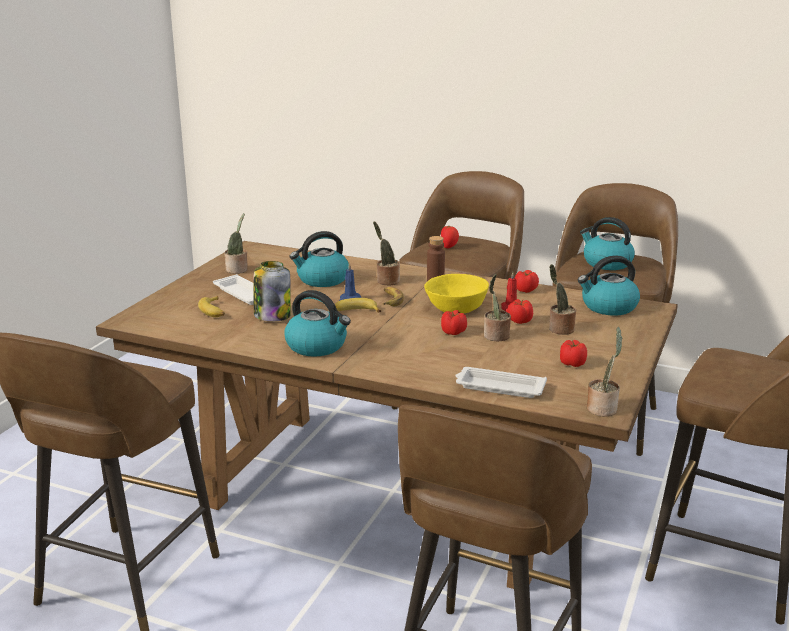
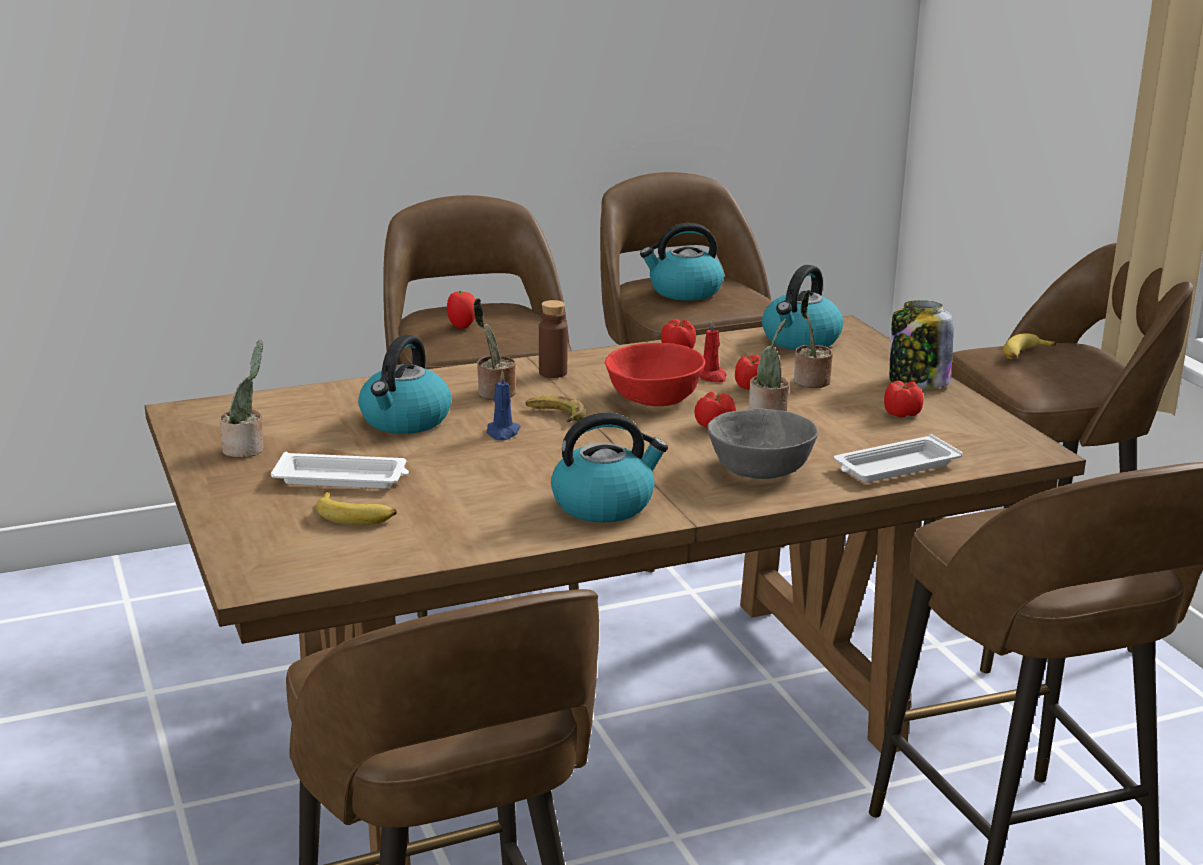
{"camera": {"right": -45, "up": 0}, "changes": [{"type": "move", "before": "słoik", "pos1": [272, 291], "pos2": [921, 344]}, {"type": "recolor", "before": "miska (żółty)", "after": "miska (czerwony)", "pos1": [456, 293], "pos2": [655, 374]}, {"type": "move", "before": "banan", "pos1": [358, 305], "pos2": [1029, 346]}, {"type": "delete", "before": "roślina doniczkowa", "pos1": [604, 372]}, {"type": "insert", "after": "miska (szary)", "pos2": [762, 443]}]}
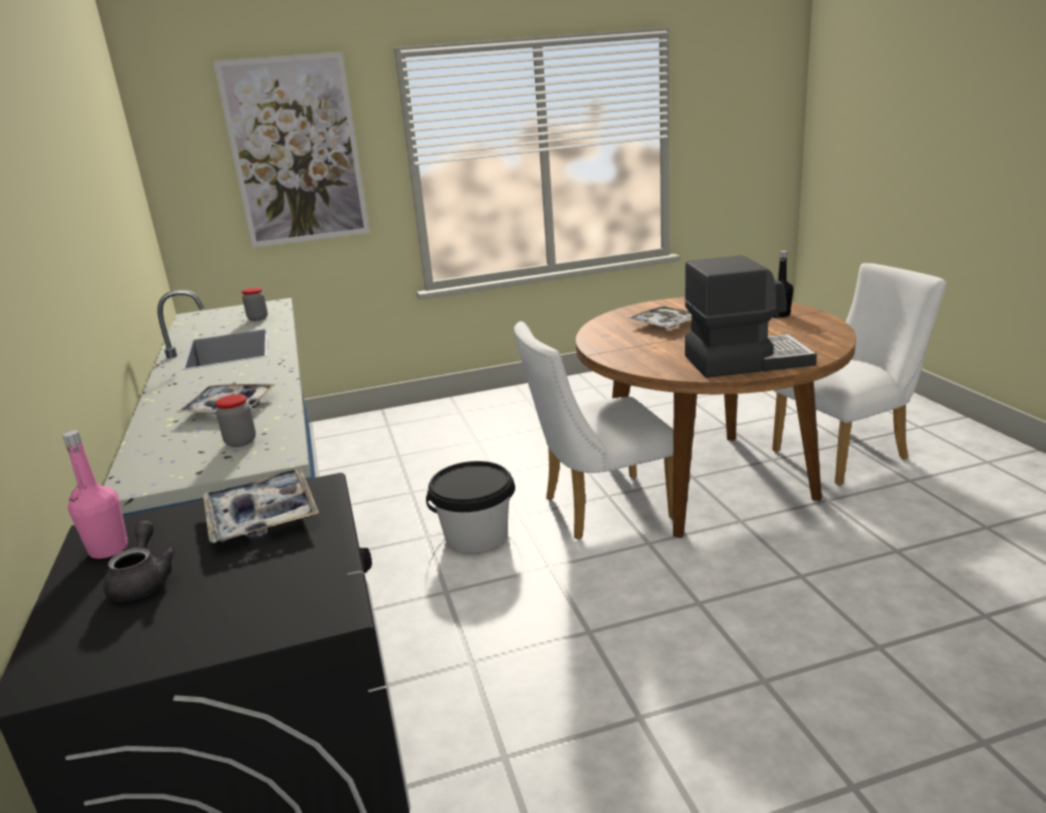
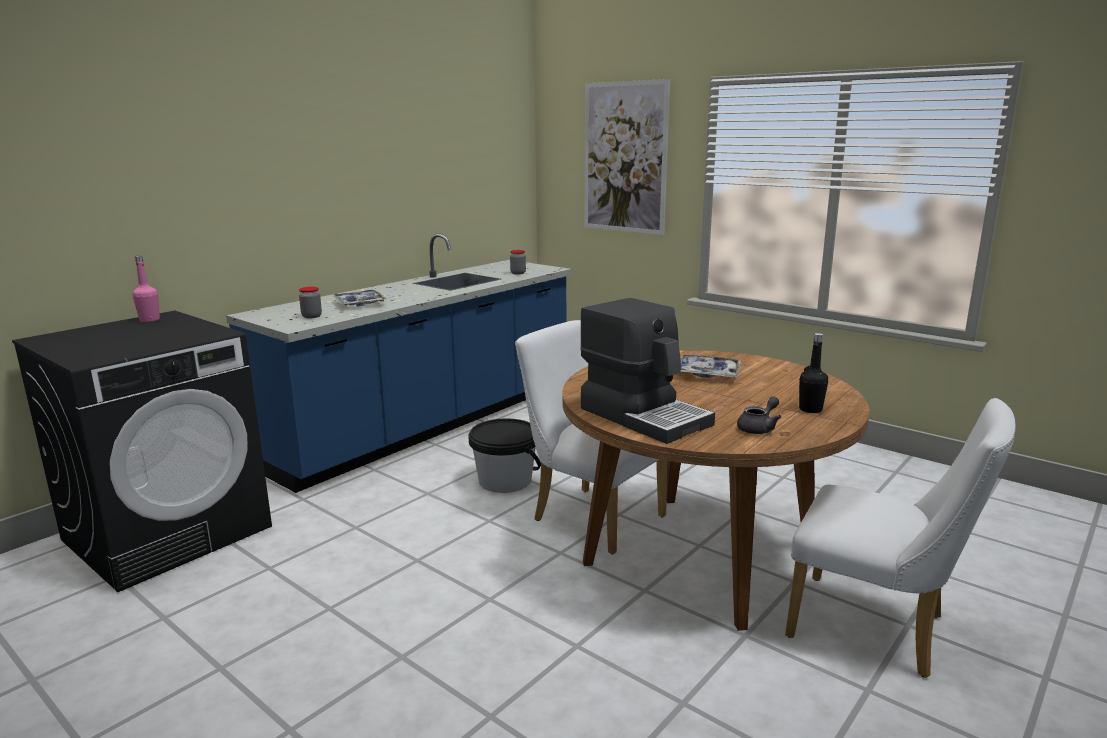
{"camera": {"right": 55, "up": -5}, "changes": [{"type": "delete", "before": "taca", "pos1": [261, 506]}, {"type": "move", "before": "imbryk (szary)", "pos1": [140, 561], "pos2": [759, 415]}]}
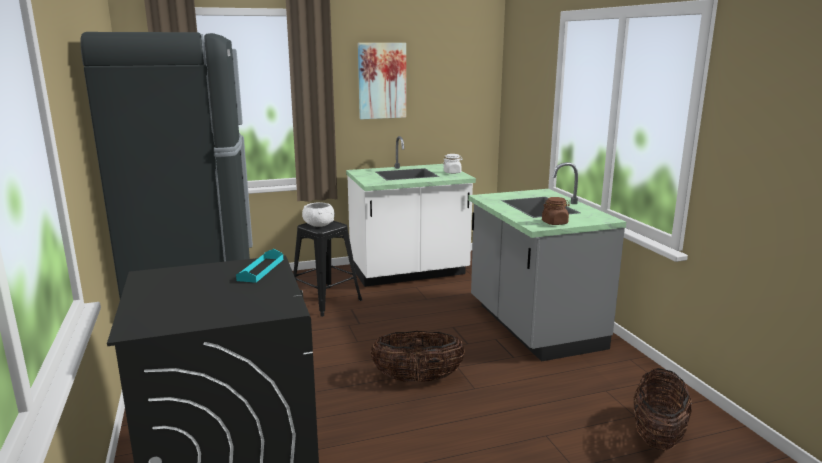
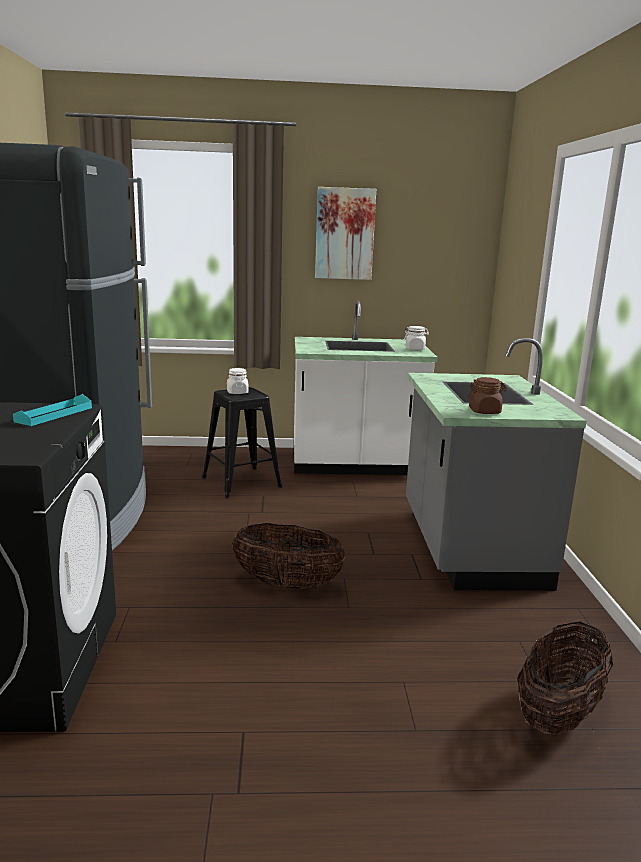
{"camera": {"right": 15, "up": 0}, "changes": [{"type": "replace", "before": "miska (biały)", "after": "słoik (biały)", "pos1": [318, 214], "pos2": [238, 381]}]}
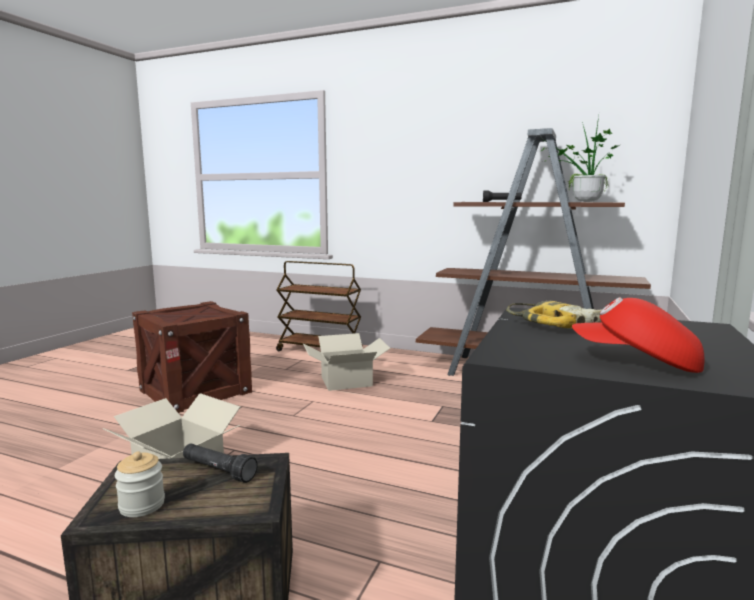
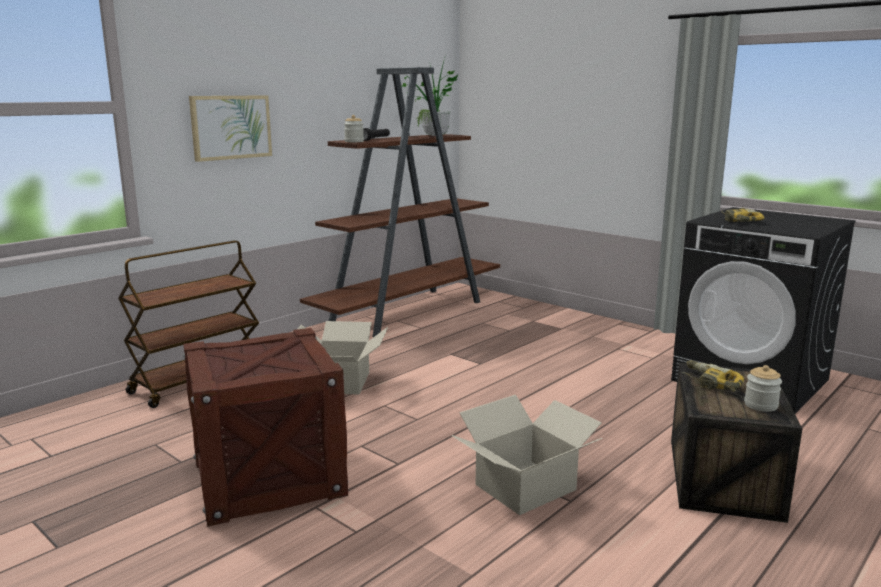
{"camera": {"right": -70, "up": 5}, "changes": [{"type": "delete", "before": "czapka z daszkiem (czerwony)", "pos1": [638, 335]}, {"type": "replace", "before": "latarka (czarny)", "after": "wiertarka", "pos1": [220, 463], "pos2": [713, 376]}, {"type": "insert", "after": "obraz", "pos2": [230, 128]}, {"type": "insert", "after": "słoik", "pos2": [354, 128]}]}
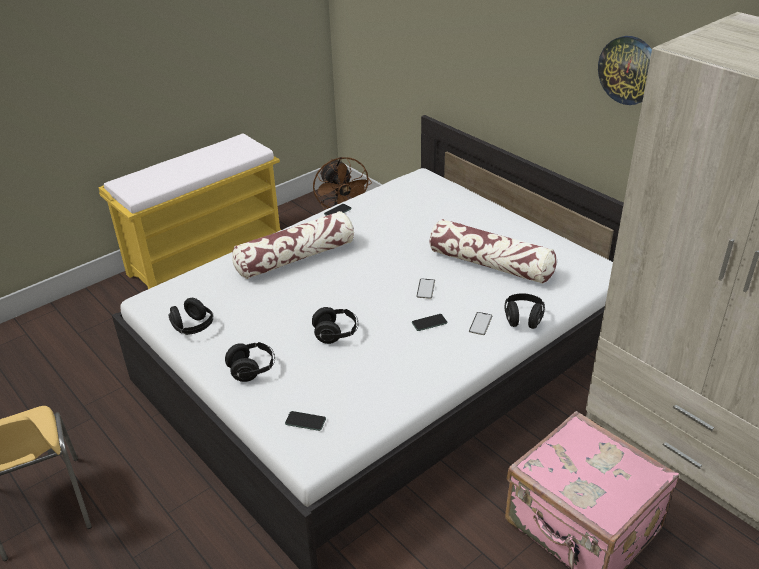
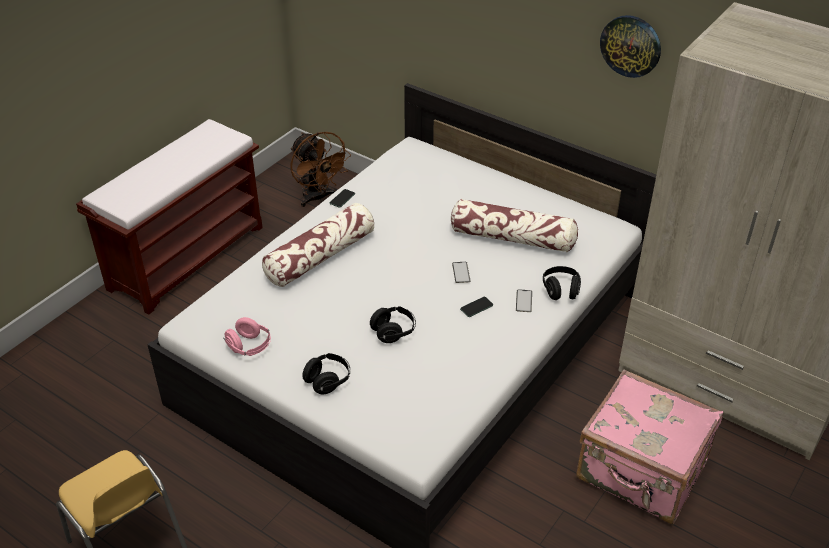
{"camera": {"right": -15, "up": 5}, "changes": [{"type": "recolor", "before": "ławka (żółty)", "after": "ławka (brązowy)", "pos1": [189, 211], "pos2": [169, 217]}, {"type": "recolor", "before": "słuchawki (czarny)", "after": "słuchawki (różowy)", "pos1": [191, 316], "pos2": [247, 336]}, {"type": "delete", "before": "telefon", "pos1": [305, 421]}]}
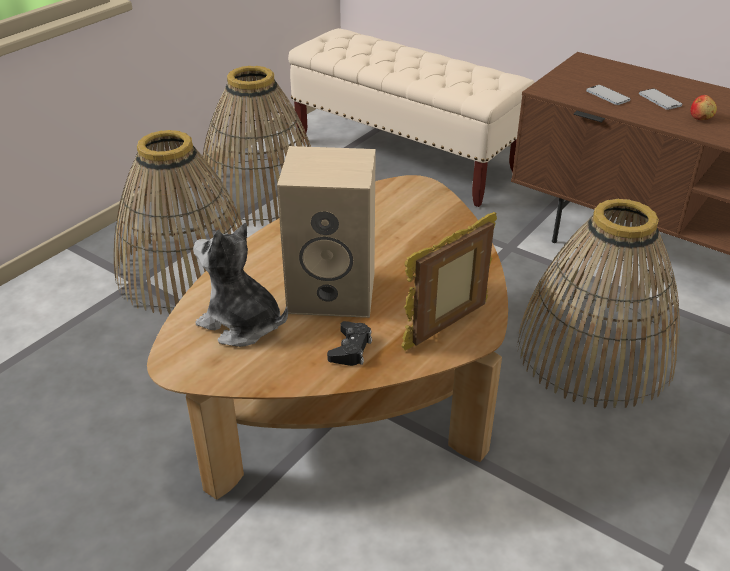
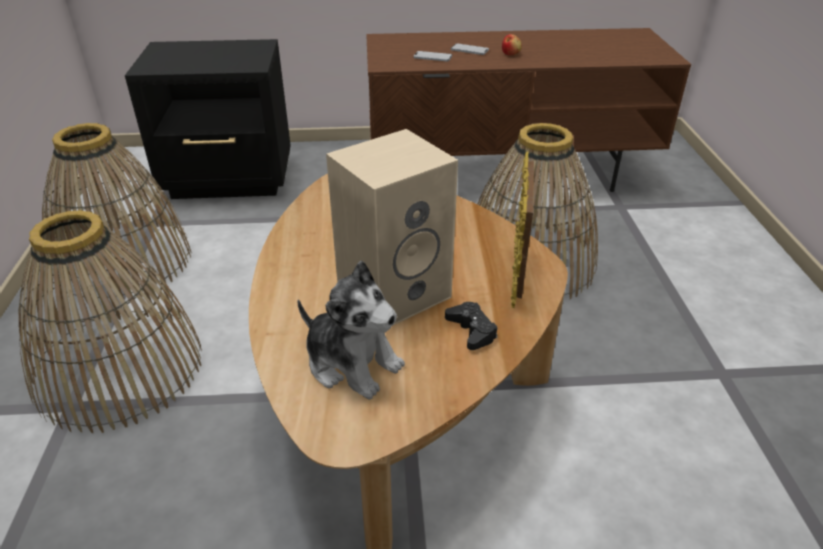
{"camera": {"right": -40, "up": 0}, "changes": [{"type": "replace", "before": "ławka (beżowy)", "after": "szafka nocna (czarny)", "pos1": [411, 117], "pos2": [208, 119]}, {"type": "rotate", "before": "pluszak", "pos1": [240, 285], "pos2": [351, 330], "turn": -135}]}
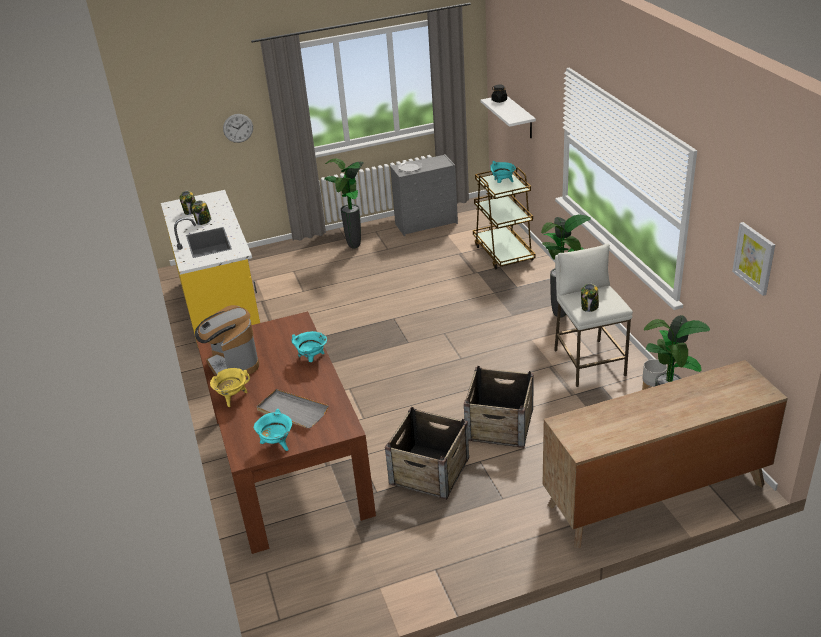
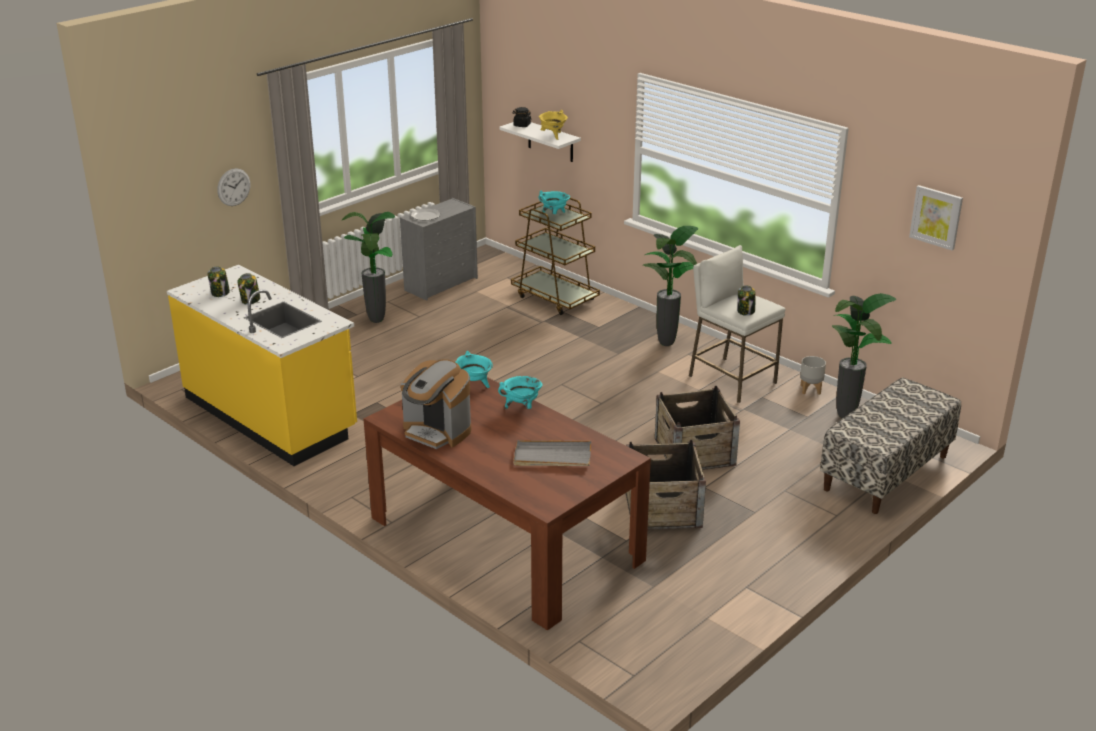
{"camera": {"right": -30, "up": -5}, "changes": [{"type": "replace", "before": "komoda (brązowy)", "after": "ławka", "pos1": [665, 454], "pos2": [890, 445]}, {"type": "move", "before": "garnek (żółty)", "pos1": [230, 387], "pos2": [553, 125]}, {"type": "move", "before": "garnek (turkusowy)", "pos1": [273, 430], "pos2": [474, 369]}]}
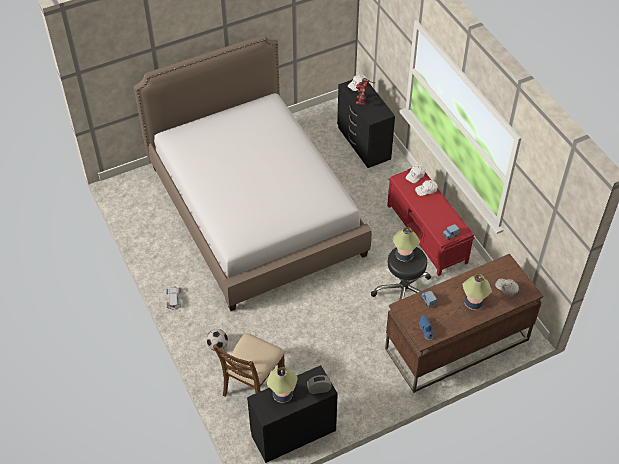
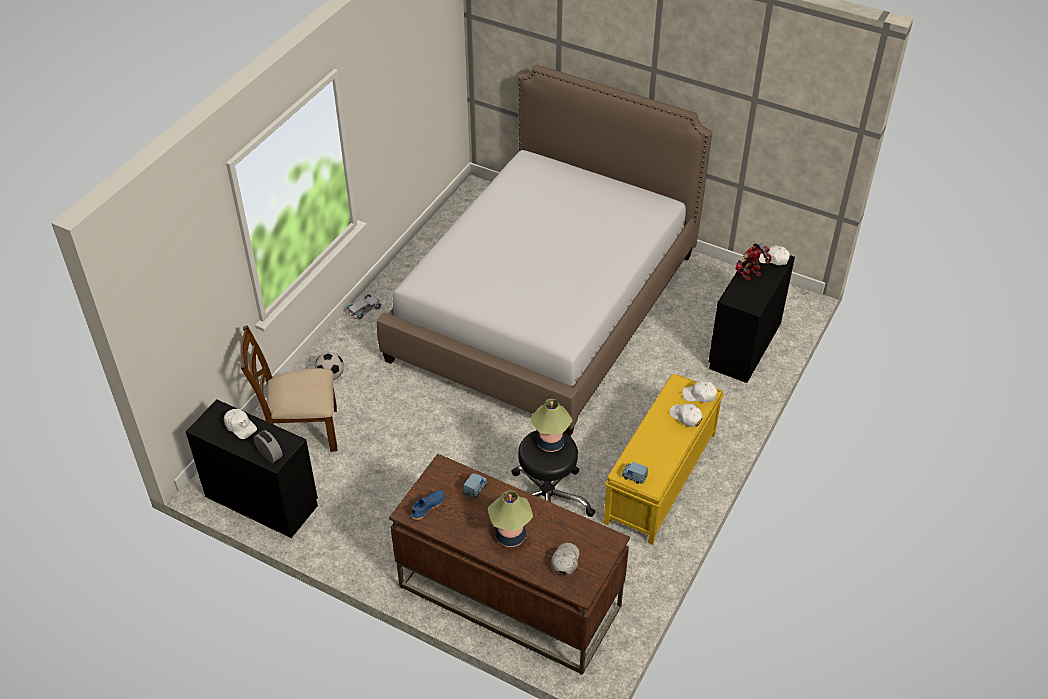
{"camera": {"right": 55, "up": -5}, "changes": [{"type": "recolor", "before": "ławka (czerwony)", "after": "ławka (żółty)", "pos1": [431, 222], "pos2": [663, 459]}, {"type": "replace", "before": "lampa stołowa", "after": "czapka z daszkiem (biały)", "pos1": [282, 385], "pos2": [240, 424]}]}
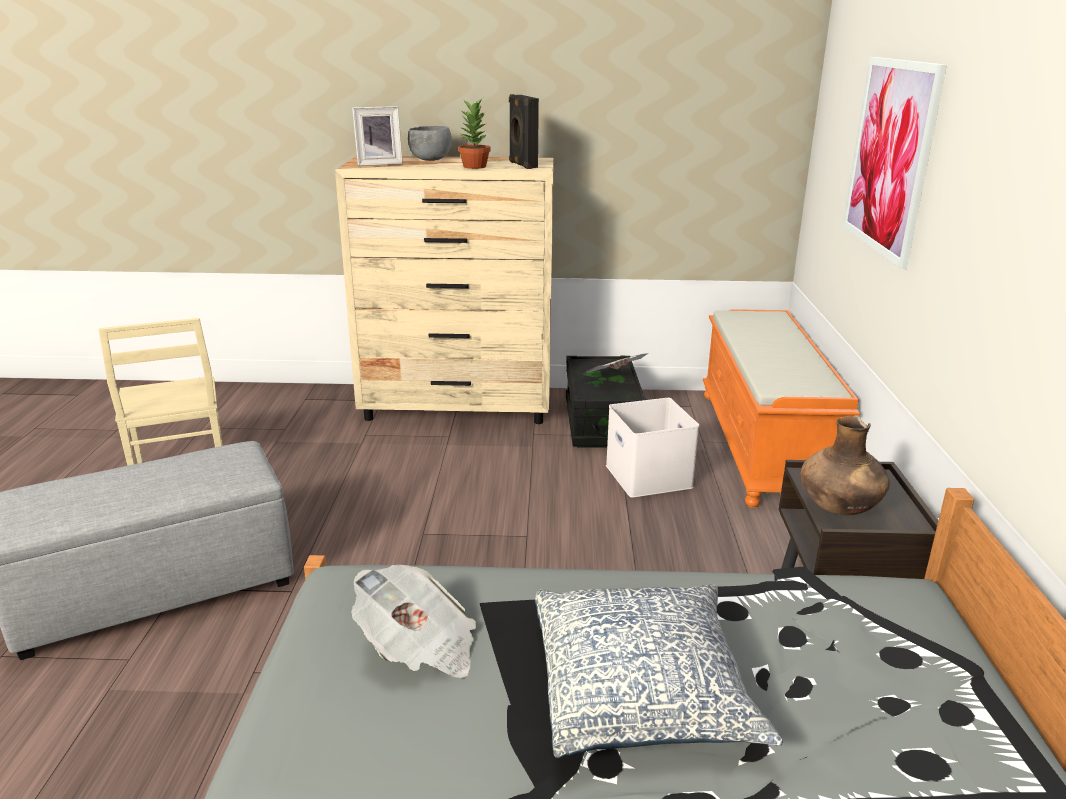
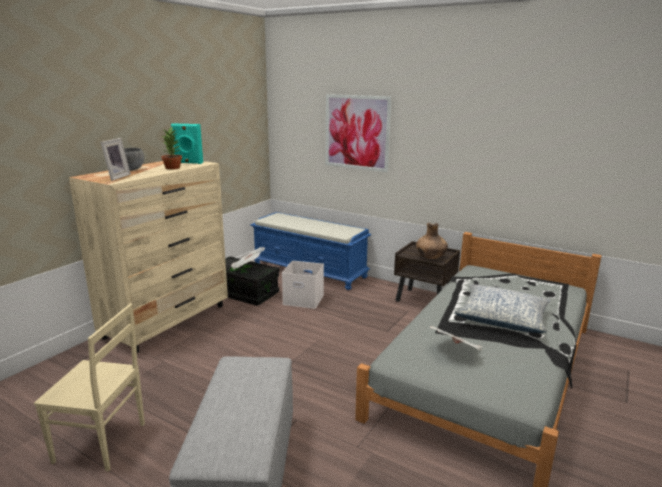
{"camera": {"right": -60, "up": -5}, "changes": [{"type": "recolor", "before": "głośnik (czarny)", "after": "głośnik (turkusowy)", "pos1": [524, 131], "pos2": [187, 144]}, {"type": "recolor", "before": "ławka (pomarańczowy)", "after": "ławka (niebieski)", "pos1": [781, 408], "pos2": [310, 251]}]}
